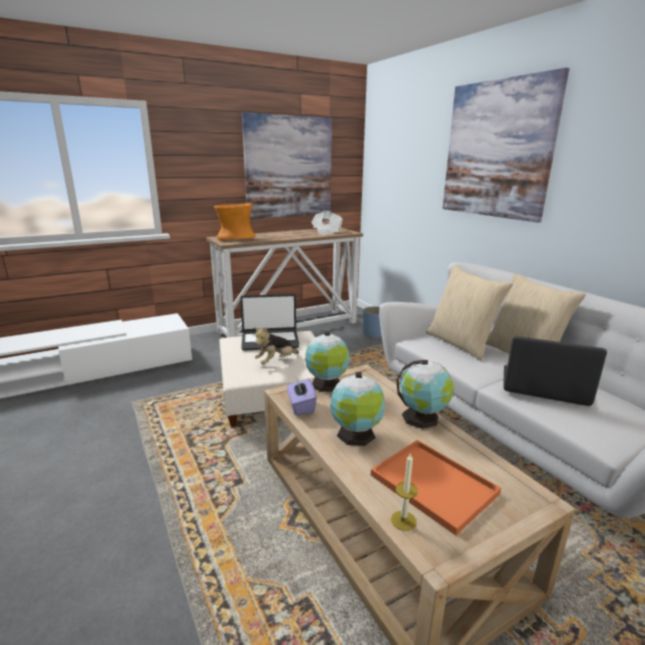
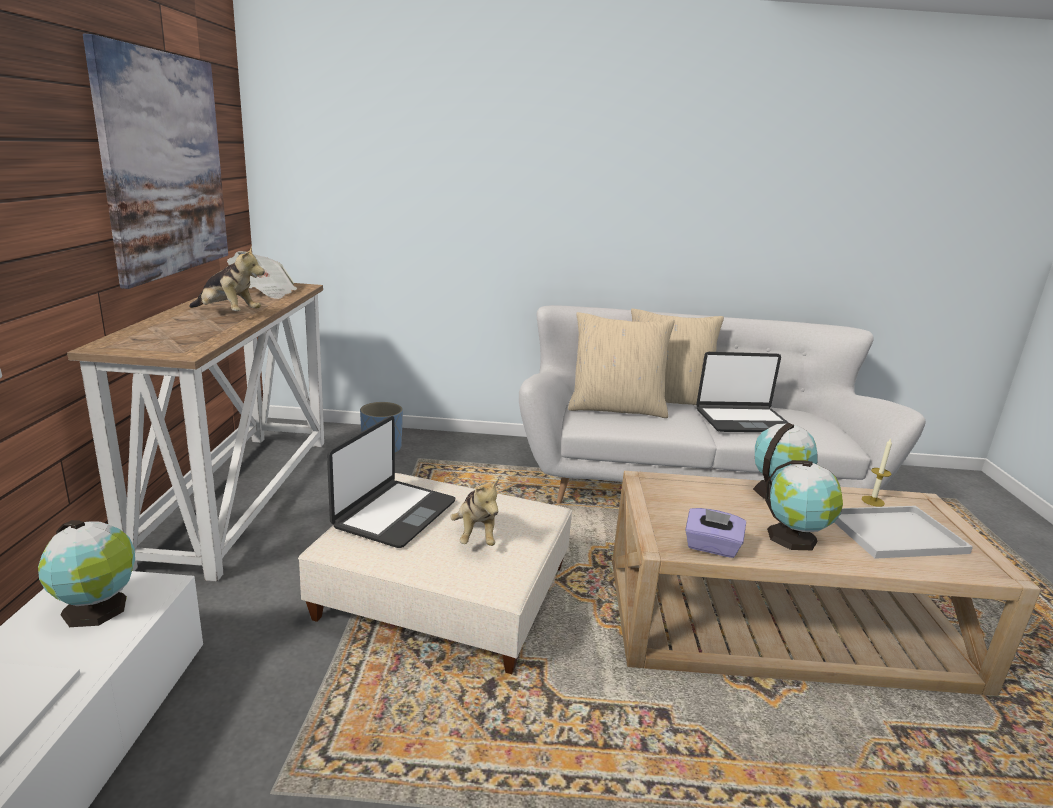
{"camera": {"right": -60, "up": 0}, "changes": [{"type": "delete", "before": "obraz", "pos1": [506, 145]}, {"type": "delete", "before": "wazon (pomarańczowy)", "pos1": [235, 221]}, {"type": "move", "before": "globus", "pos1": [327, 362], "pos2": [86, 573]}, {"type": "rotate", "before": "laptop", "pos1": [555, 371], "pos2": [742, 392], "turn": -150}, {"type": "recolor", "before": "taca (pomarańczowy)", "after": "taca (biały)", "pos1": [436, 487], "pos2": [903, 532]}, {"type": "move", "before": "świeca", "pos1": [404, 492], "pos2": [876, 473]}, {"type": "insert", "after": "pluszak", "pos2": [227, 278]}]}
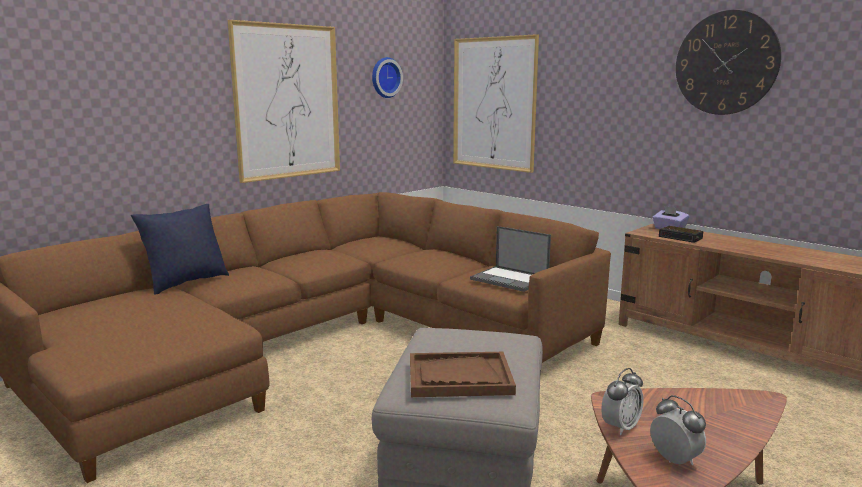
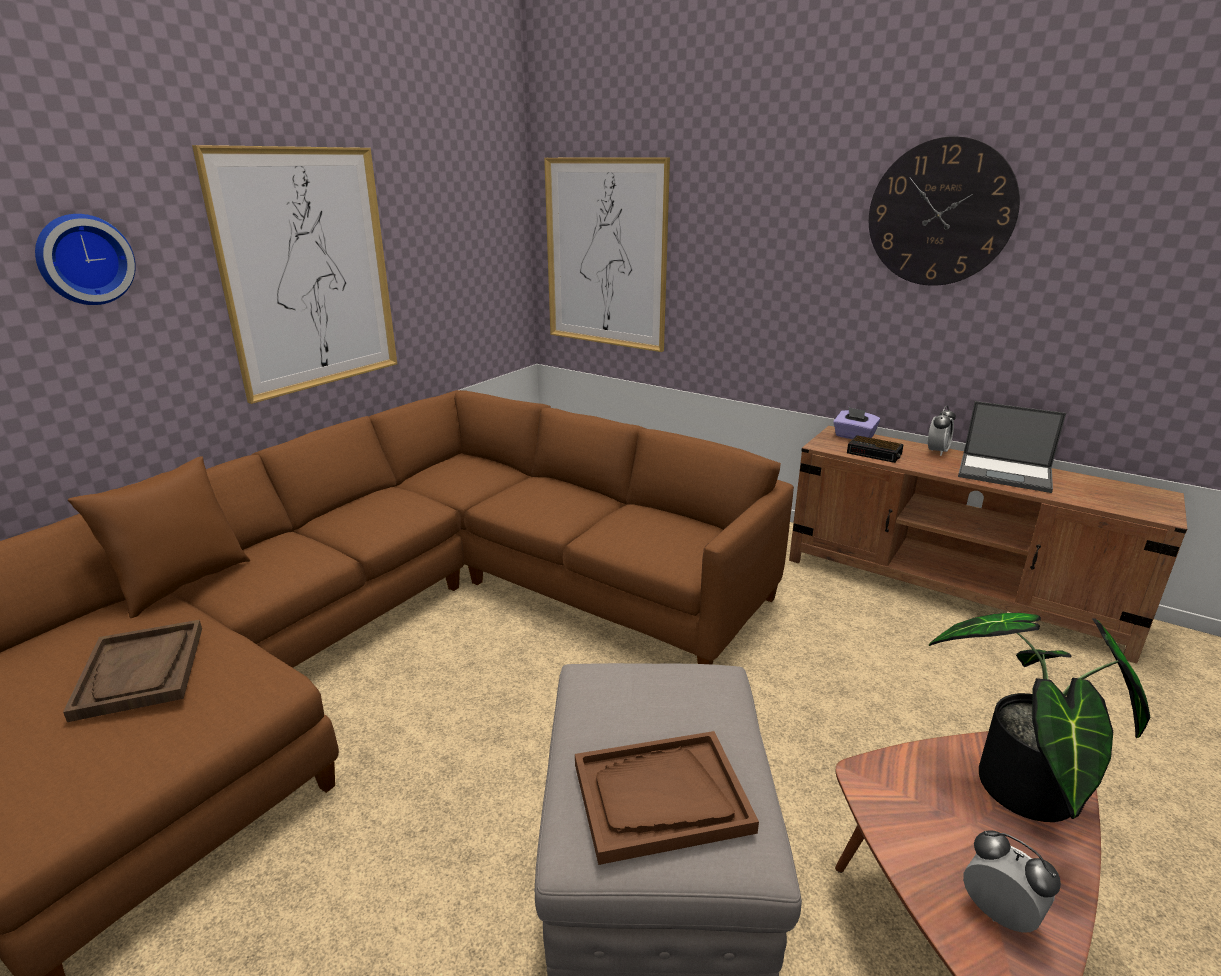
{"camera": {"right": -10, "up": 10}, "changes": [{"type": "move", "before": "zegar ścienny", "pos1": [387, 77], "pos2": [85, 259]}, {"type": "recolor", "before": "poduszka (niebieski)", "after": "poduszka (brązowy)", "pos1": [180, 249], "pos2": [159, 537]}, {"type": "move", "before": "laptop", "pos1": [510, 259], "pos2": [1012, 447]}, {"type": "move", "before": "budzik", "pos1": [622, 401], "pos2": [942, 431]}, {"type": "insert", "after": "roślina doniczkowa", "pos2": [1039, 717]}, {"type": "insert", "after": "taca (brązowy)", "pos2": [132, 671]}]}
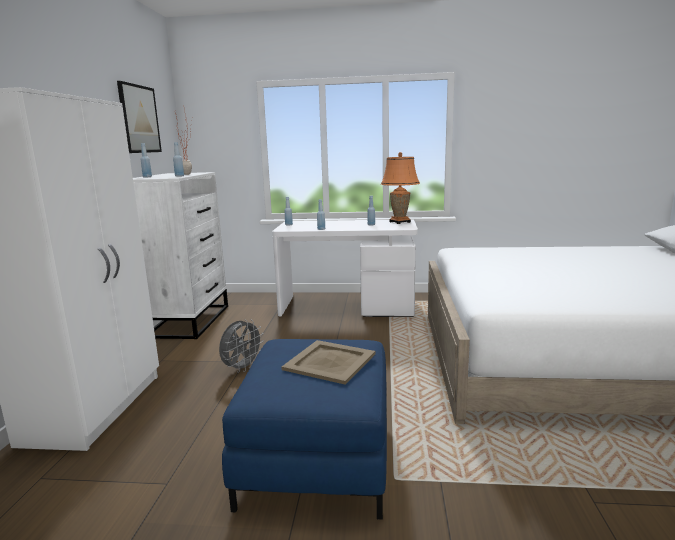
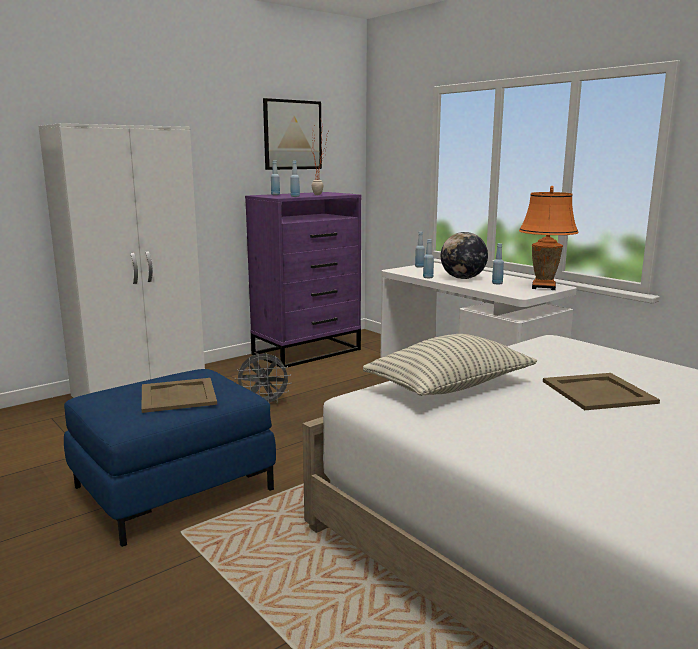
{"camera": {"right": 45, "up": 0}, "changes": [{"type": "recolor", "before": "komoda (biały)", "after": "komoda (fioletowy)", "pos1": [180, 255], "pos2": [303, 280]}, {"type": "insert", "after": "globus", "pos2": [464, 255]}, {"type": "insert", "after": "poduszka", "pos2": [450, 365]}, {"type": "insert", "after": "taca (beżowy)", "pos2": [601, 391]}]}
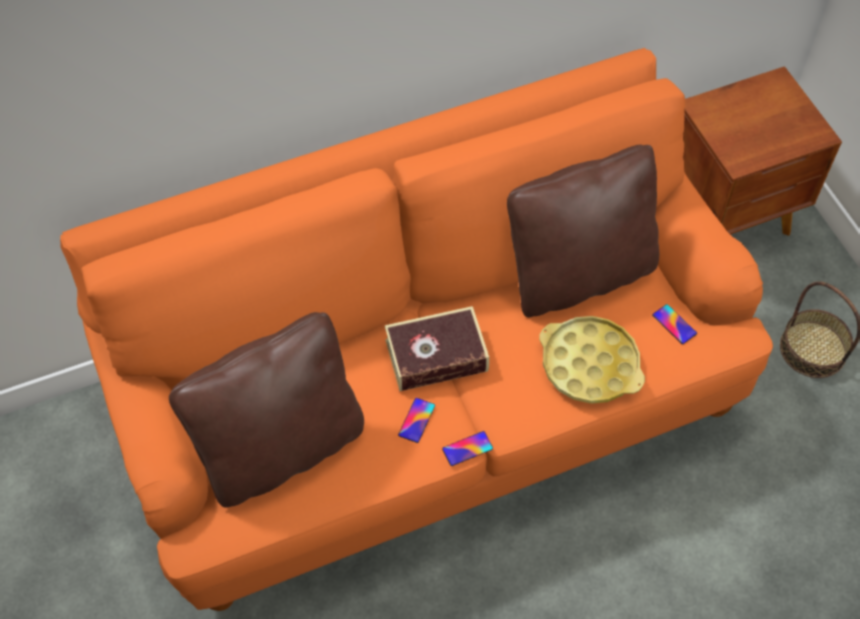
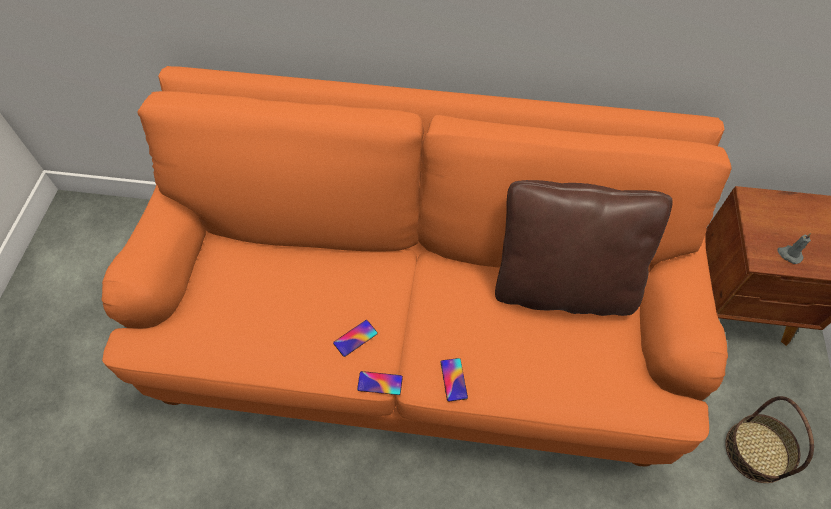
{"camera": {"right": 30, "up": 0}, "changes": [{"type": "move", "before": "telefon", "pos1": [674, 324], "pos2": [454, 380]}, {"type": "delete", "before": "książka", "pos1": [437, 348]}, {"type": "delete", "before": "poduszka (brązowy)", "pos1": [266, 410]}, {"type": "delete", "before": "taca (żółty)", "pos1": [592, 360]}, {"type": "insert", "after": "świeca (szary)", "pos2": [794, 248]}]}
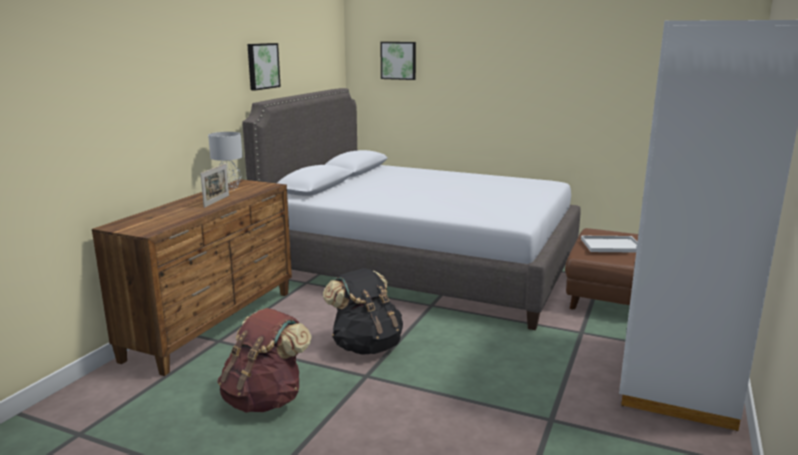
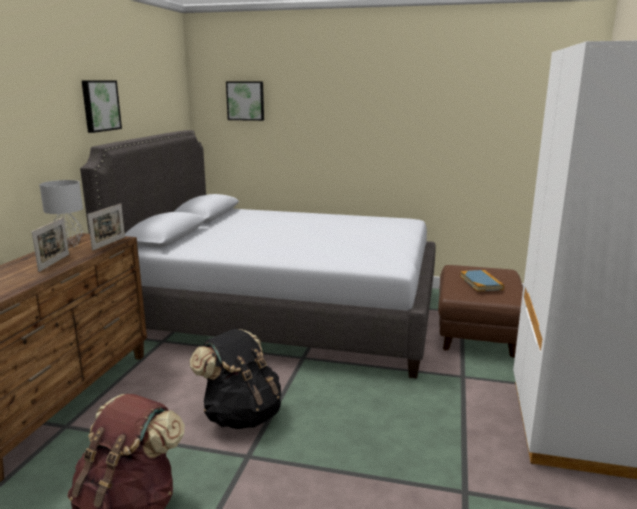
{"camera": {"right": -10, "up": 0}, "changes": [{"type": "replace", "before": "taca (biały)", "after": "książka", "pos1": [609, 244], "pos2": [482, 281]}, {"type": "insert", "after": "ramka na zdjęcie", "pos2": [106, 227]}]}
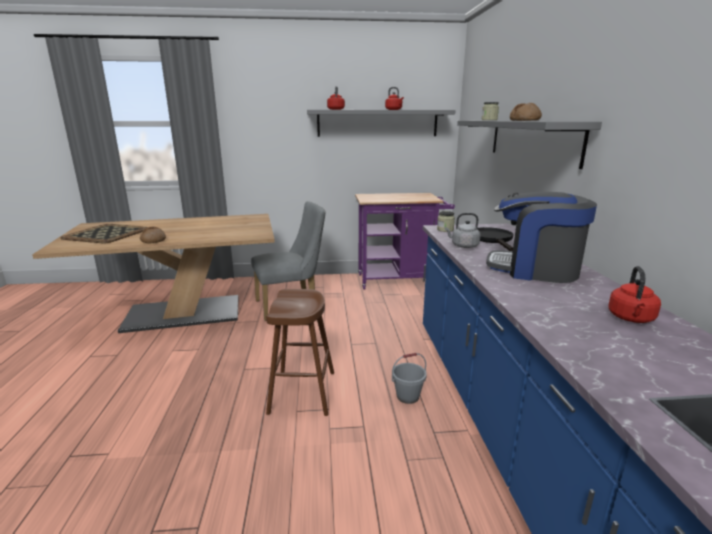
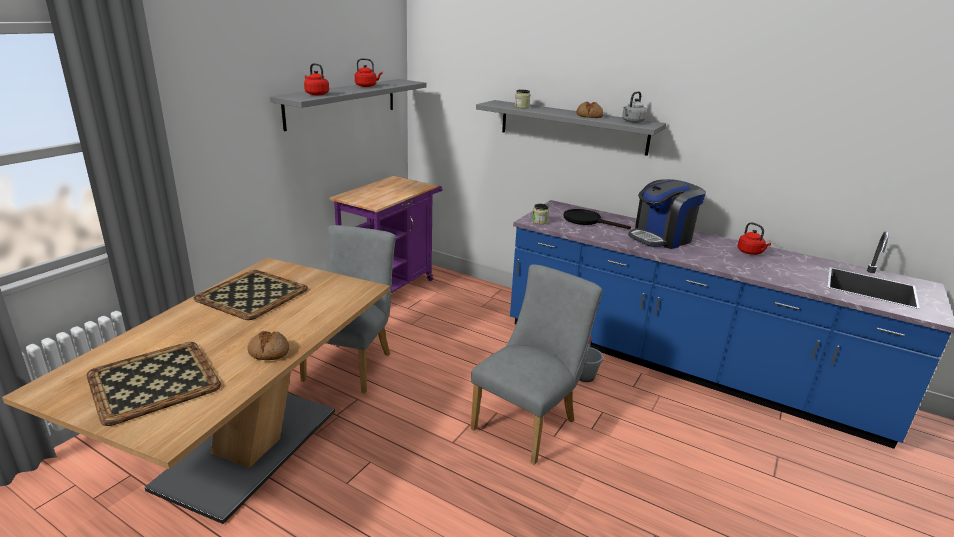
{"camera": {"right": -55, "up": 5}, "changes": [{"type": "move", "before": "czajnik (szary)", "pos1": [463, 230], "pos2": [634, 107]}, {"type": "replace", "before": "stołek (brązowy)", "after": "krzesło (szary)", "pos1": [300, 352], "pos2": [536, 365]}, {"type": "insert", "after": "taca", "pos2": [250, 295]}]}
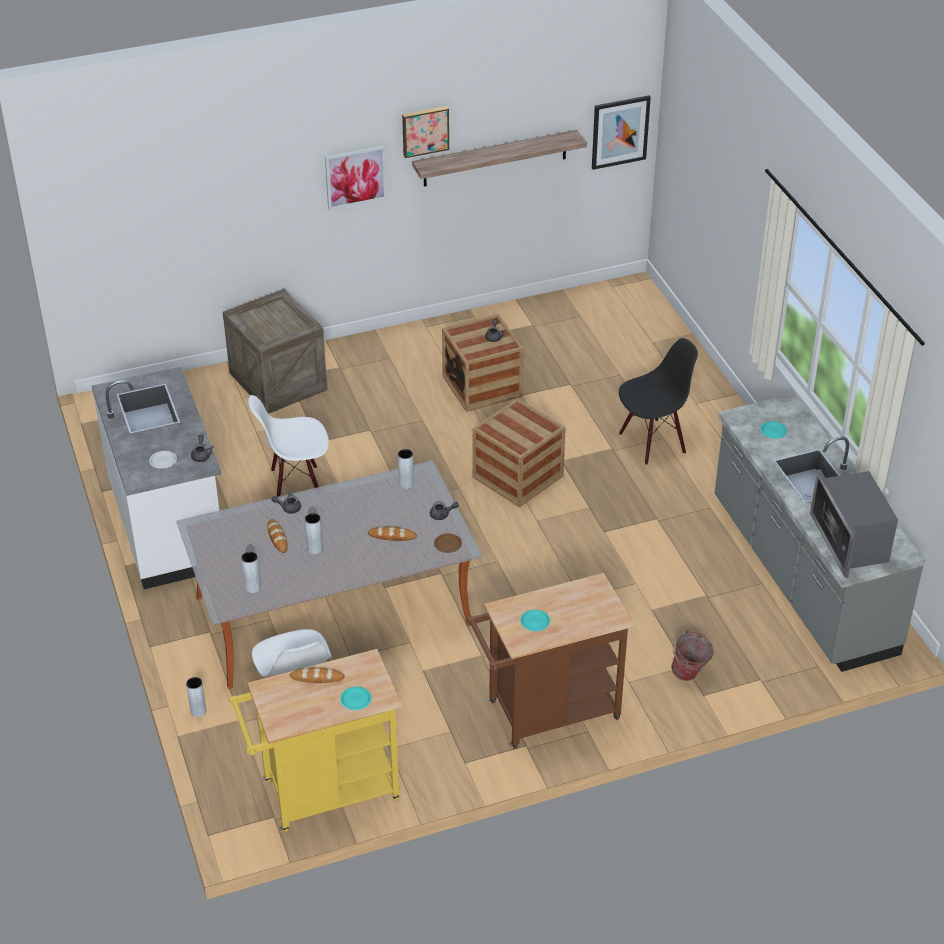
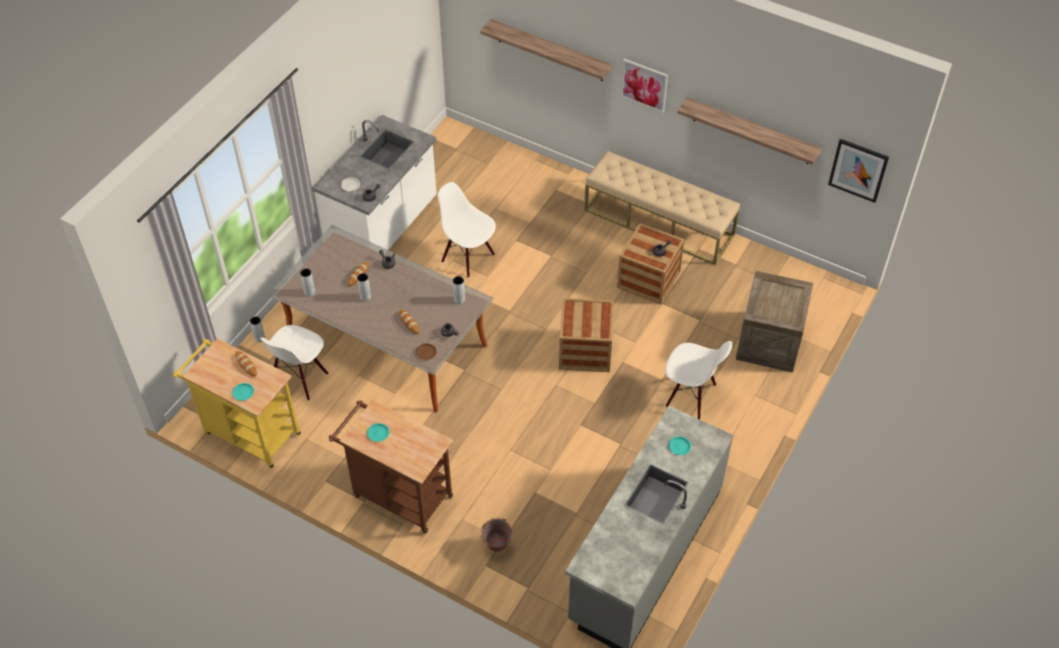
{"camera": {"right": 50, "up": 10}, "changes": [{"type": "delete", "before": "obraz", "pos1": [425, 132]}, {"type": "move", "before": "skrzynka", "pos1": [275, 351], "pos2": [774, 321]}, {"type": "recolor", "before": "krzesło (czarny)", "after": "krzesło (biały)", "pos1": [658, 401], "pos2": [698, 380]}, {"type": "delete", "before": "mikrofalówka", "pos1": [854, 523]}, {"type": "insert", "after": "półka", "pos2": [546, 50]}, {"type": "insert", "after": "ławka (beżowy)", "pos2": [662, 208]}]}
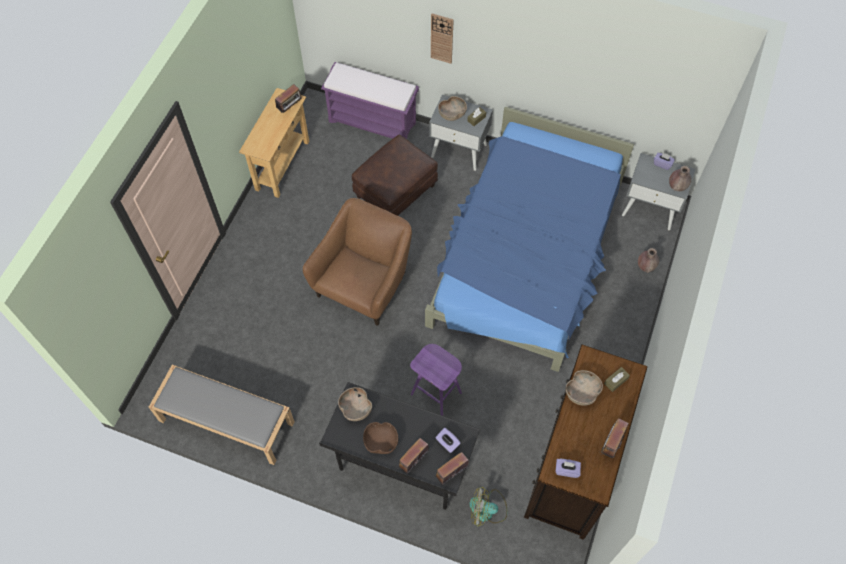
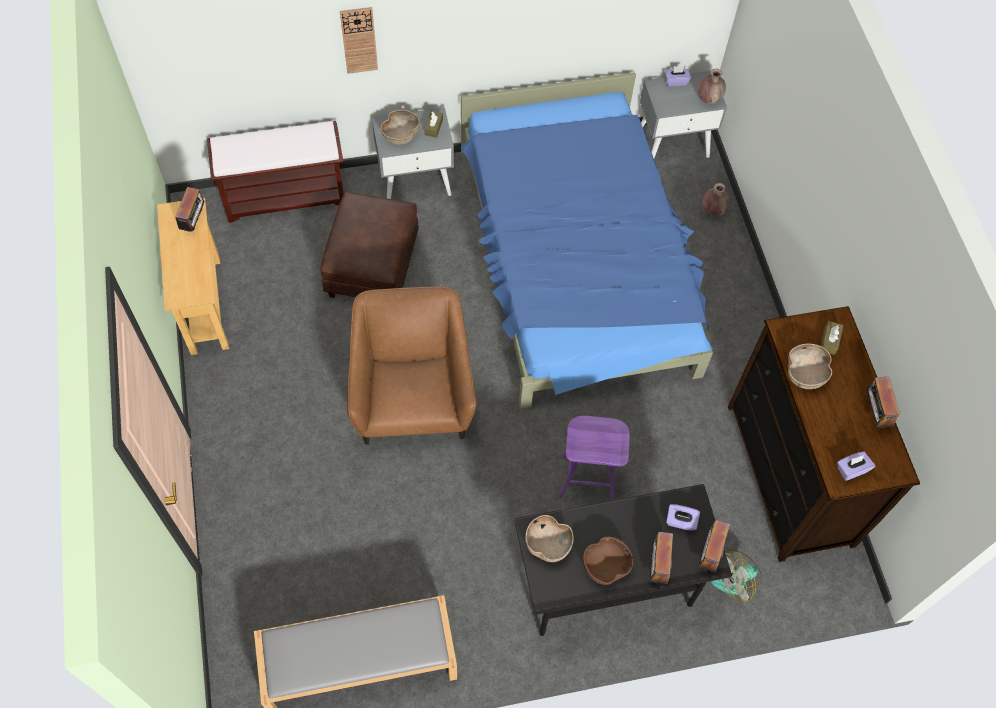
{"camera": {"right": -35, "up": 0}, "changes": [{"type": "recolor", "before": "ławka (fioletowy)", "after": "ławka (brązowy)", "pos1": [370, 100], "pos2": [275, 172]}]}
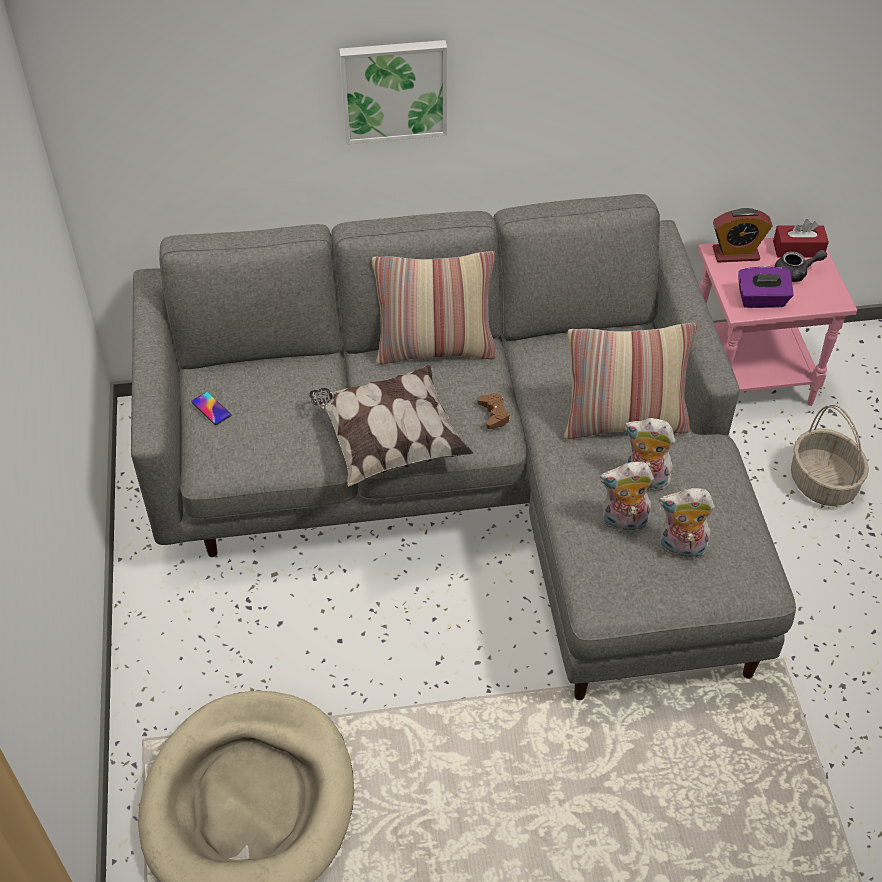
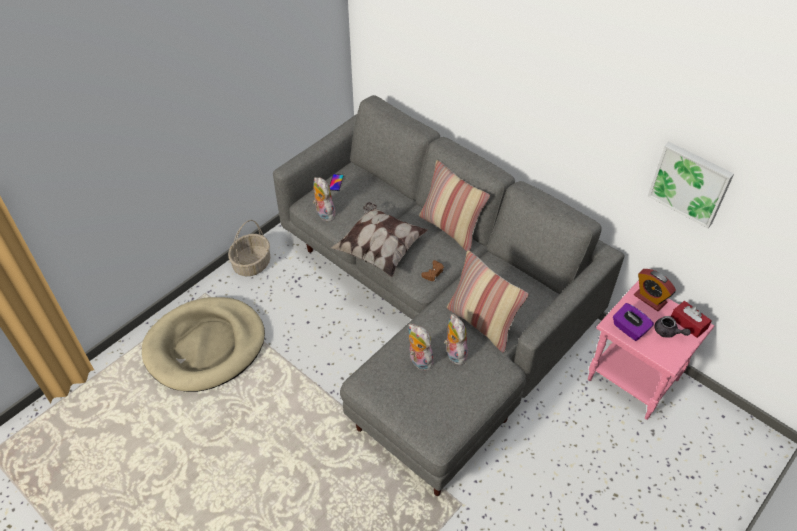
{"camera": {"right": 50, "up": 0}, "changes": [{"type": "move", "before": "obraz", "pos1": [393, 92], "pos2": [691, 185]}, {"type": "move", "before": "koszyk", "pos1": [830, 455], "pos2": [249, 248]}, {"type": "move", "before": "pluszak", "pos1": [687, 523], "pos2": [324, 199]}]}
